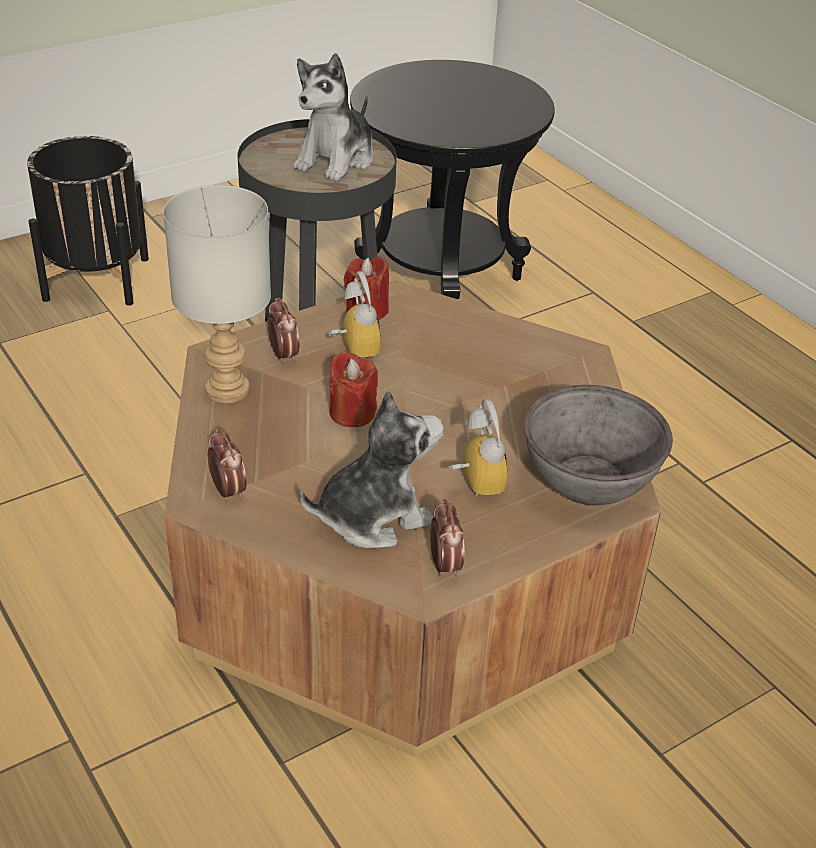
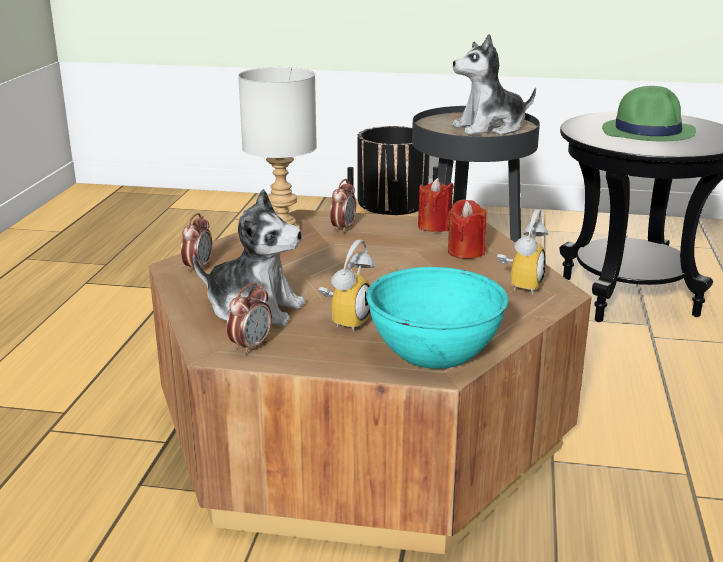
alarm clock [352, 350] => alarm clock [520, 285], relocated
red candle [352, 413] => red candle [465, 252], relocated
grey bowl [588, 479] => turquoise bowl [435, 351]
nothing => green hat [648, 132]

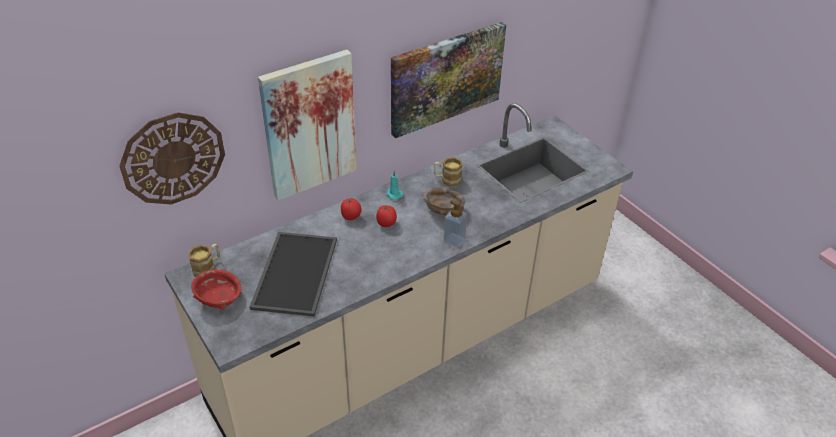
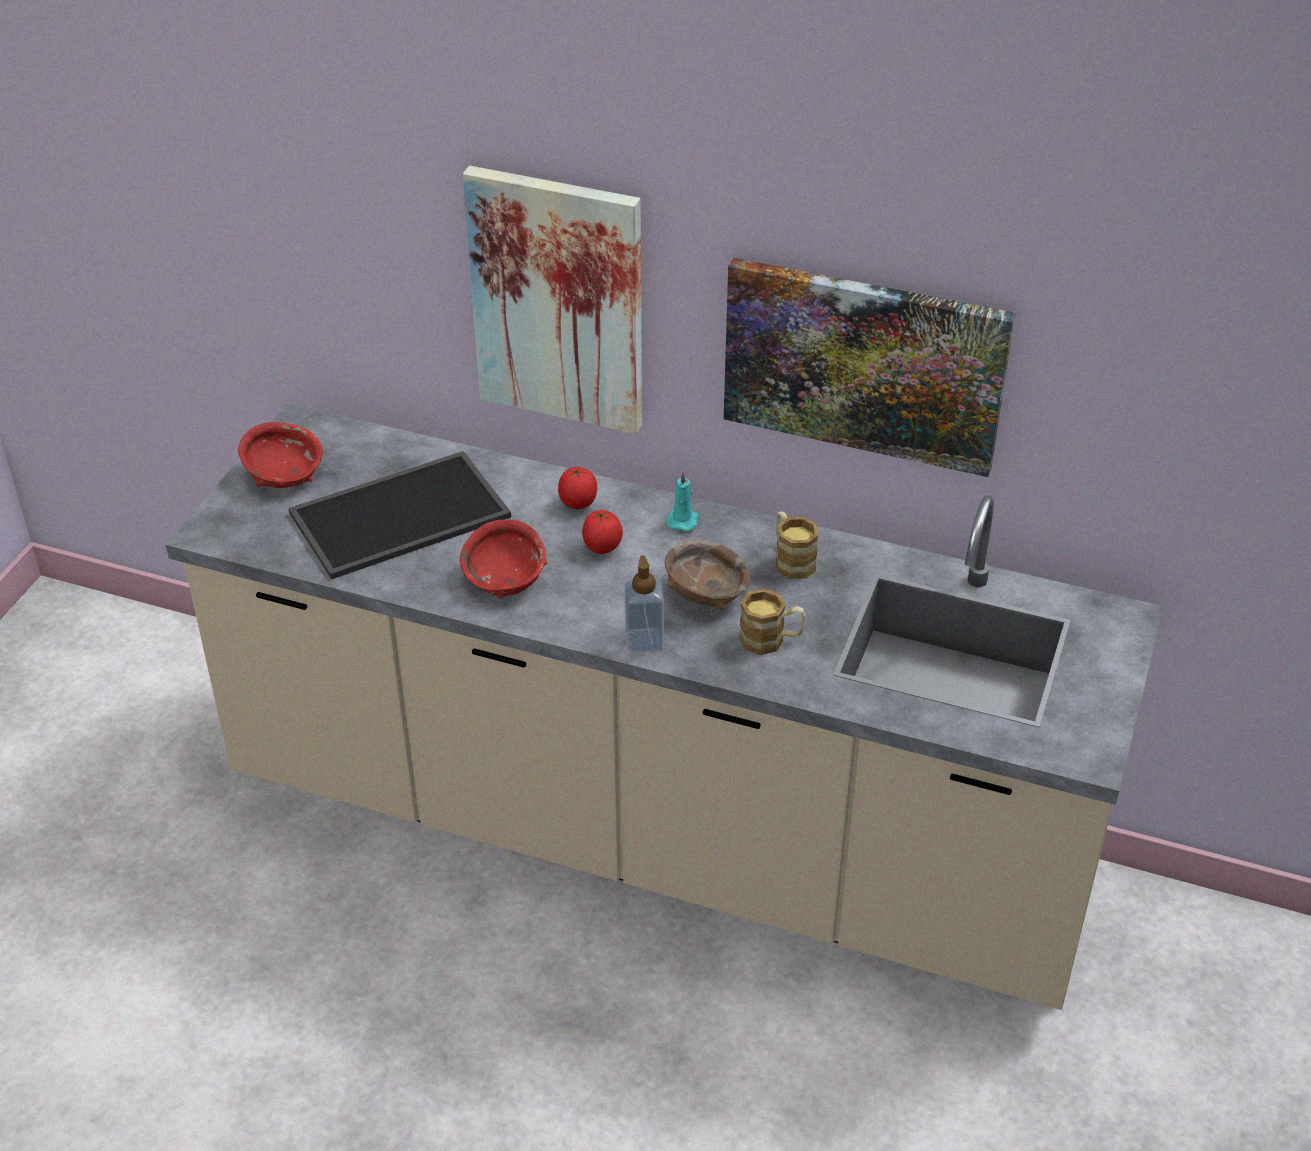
wall clock [173, 158] => nothing
mug [207, 267] => mug [771, 640], relocated
nothing => red bowl [504, 578]

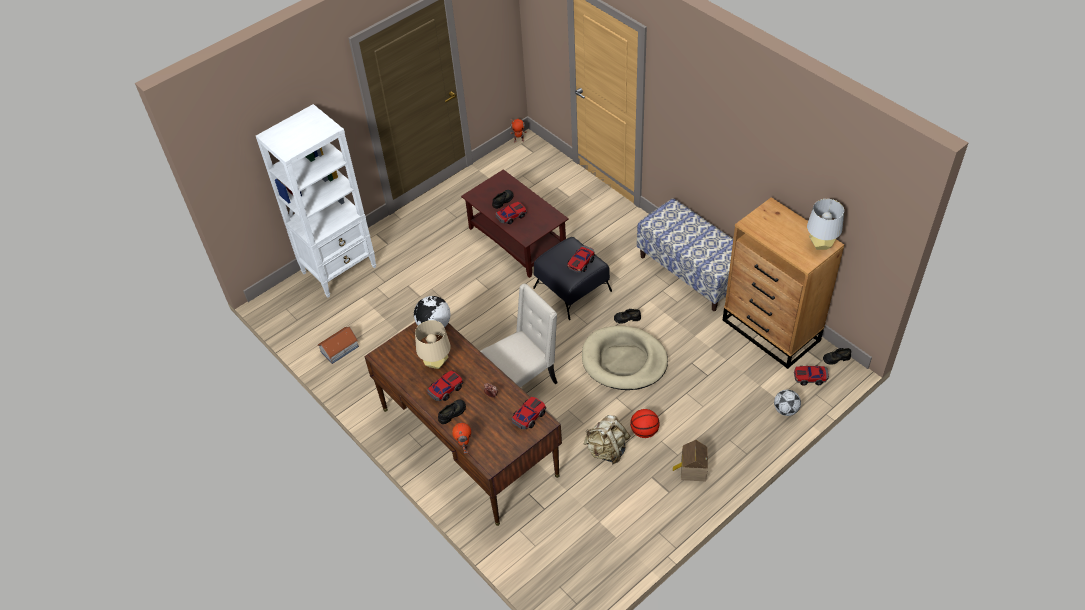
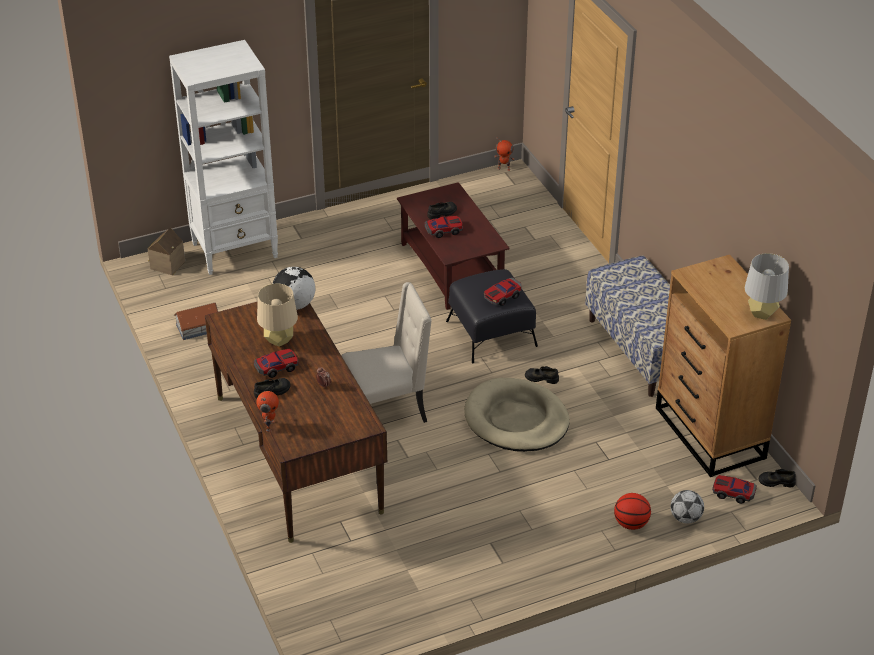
toy car [528, 416] => nothing
basketball [644, 431] => basketball [631, 524], relocated
beige backpack [607, 450] => nothing
toy house [691, 470] => toy house [166, 265], relocated

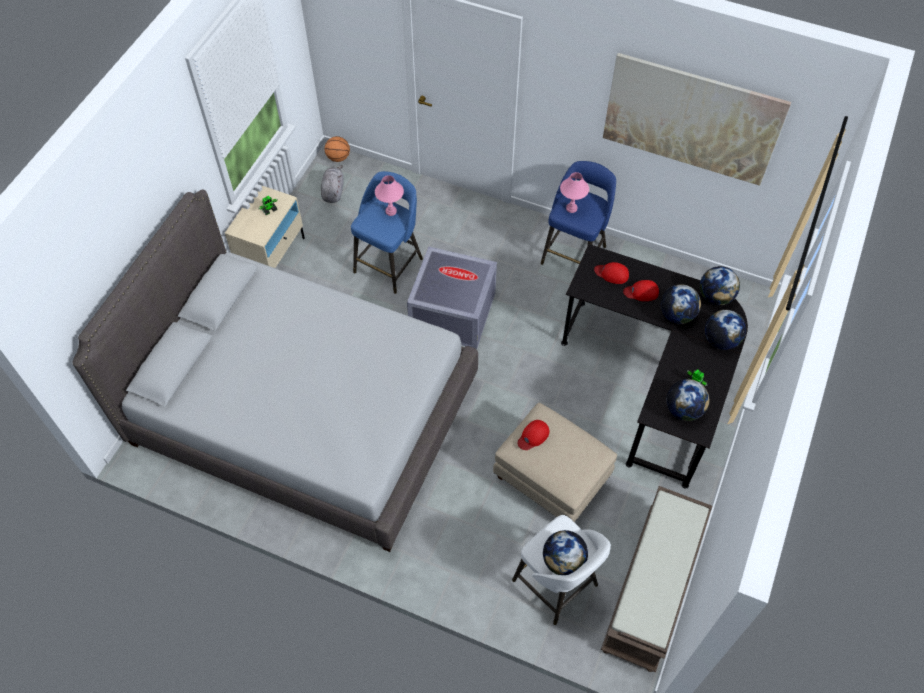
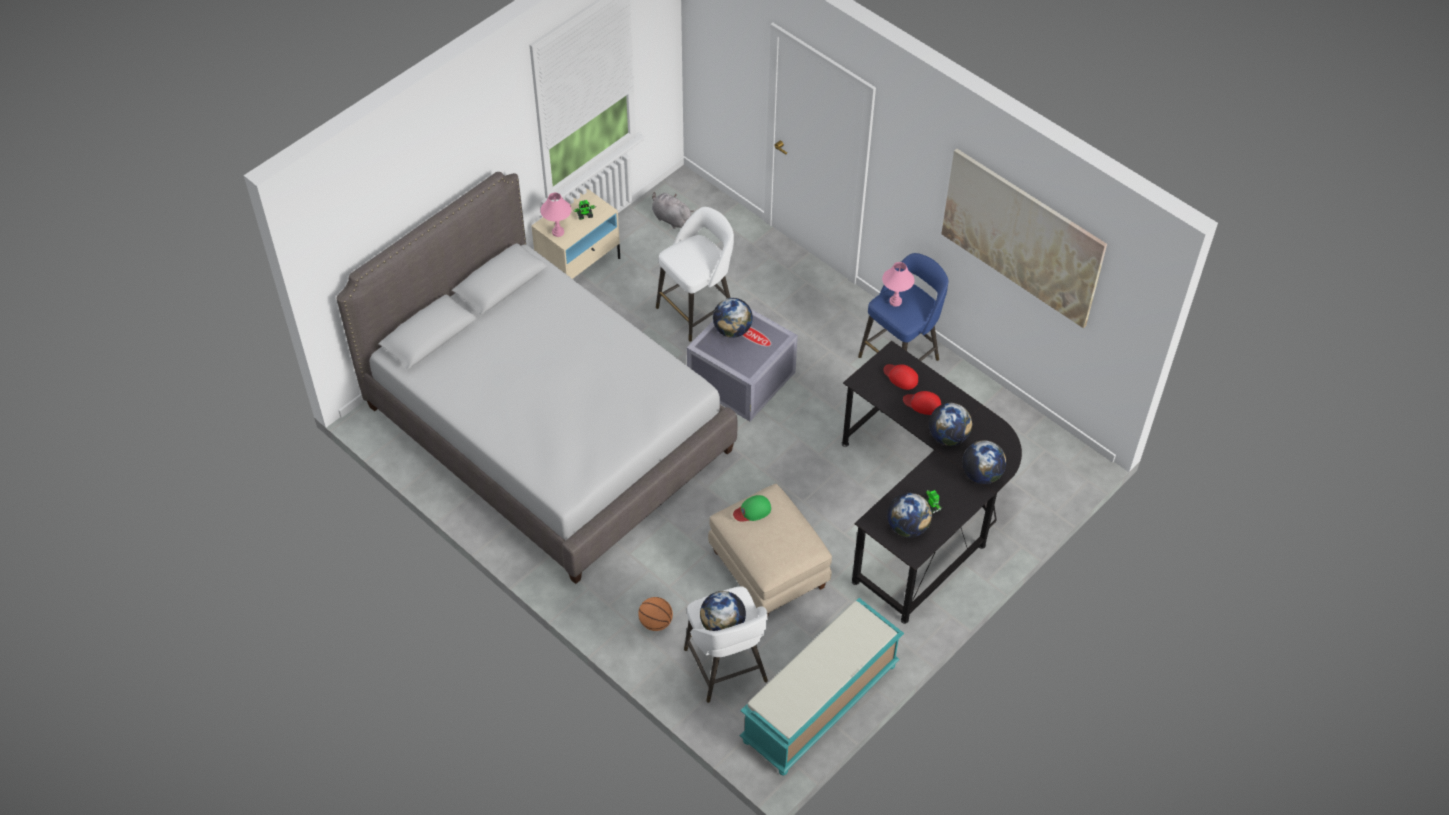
basketball [338, 157] => basketball [655, 622], relocated
grey plush toy [333, 191] => grey plush toy [670, 218], 75 degrees counterclockwise
blue stool [389, 264] => white stool [697, 310]
pink table lamp [391, 211] => pink table lamp [558, 232], relocated
globe [715, 296] => globe [732, 330], relocated
red cap [533, 436] => green cap [752, 510]
brown bench [652, 590] => turquoise bench [820, 704]

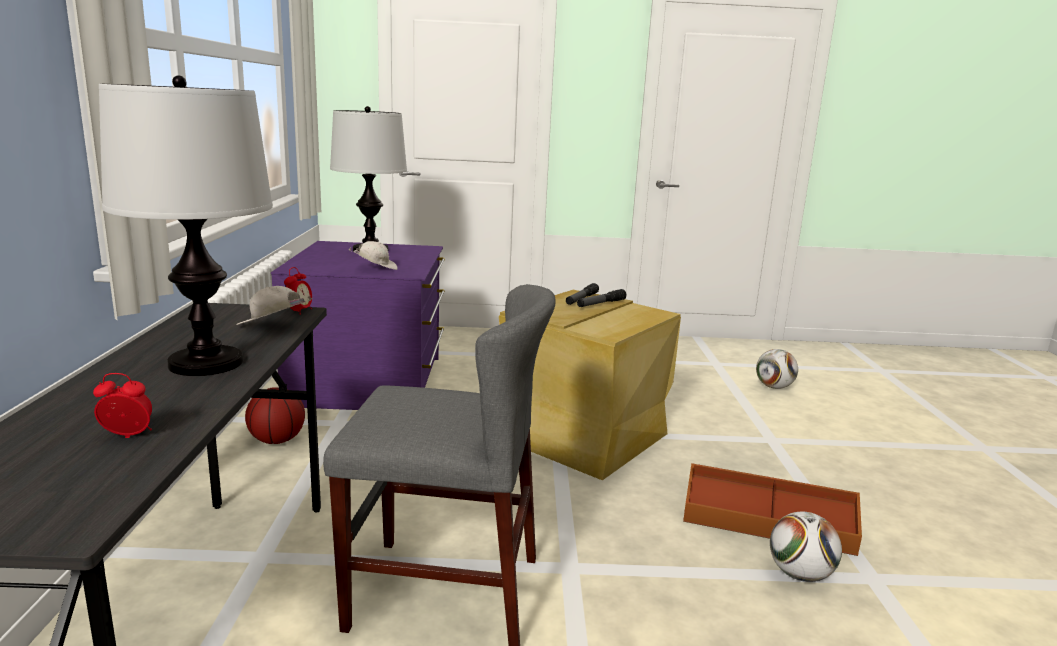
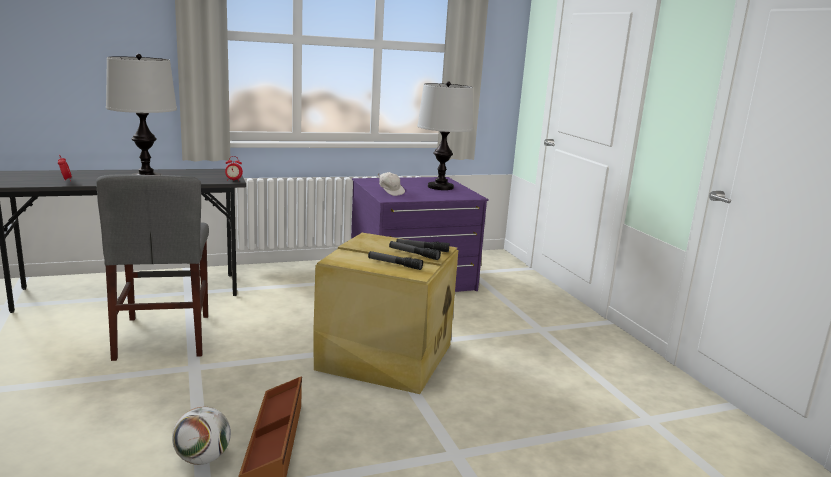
white cap [271, 327] => nothing
football [774, 387] => nothing
basketball [276, 440] => nothing
nothing => flashlight [394, 264]

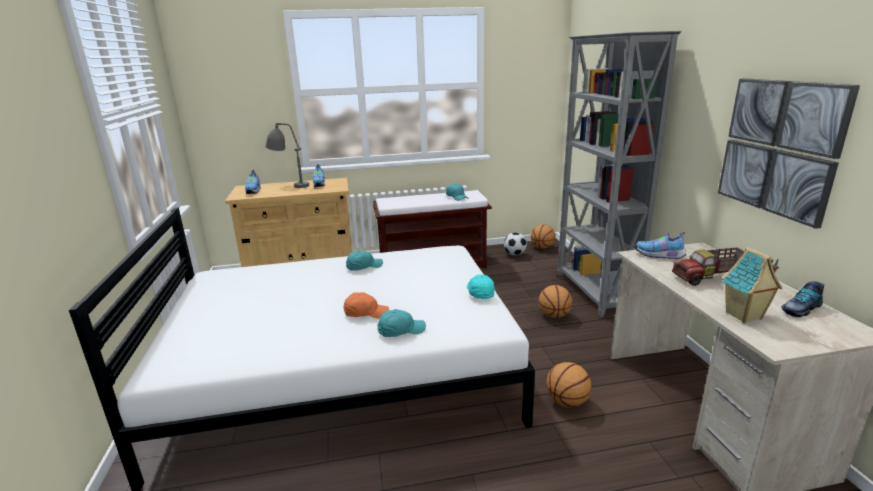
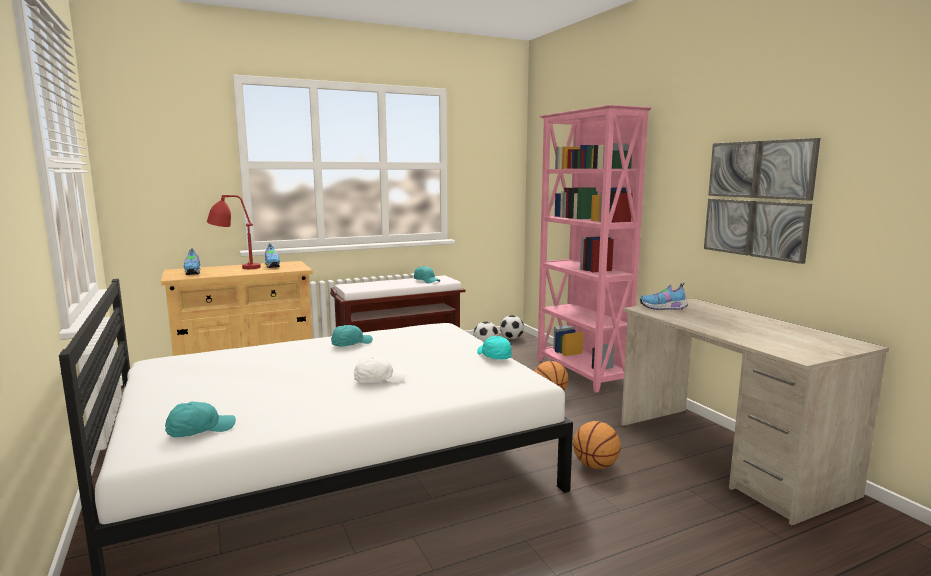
grey bookcase [594, 292] => pink bookcase [580, 372]
grey table lamp [289, 184] => red table lamp [234, 267]
basketball [542, 247] => football [511, 338]
toy truck [710, 278] => nothing
toy house [744, 316] => nothing
shoe [800, 308] => nothing
orange cap [366, 313] => white cap [378, 380]
turquoise cap [400, 330] => turquoise cap [200, 430], relocated

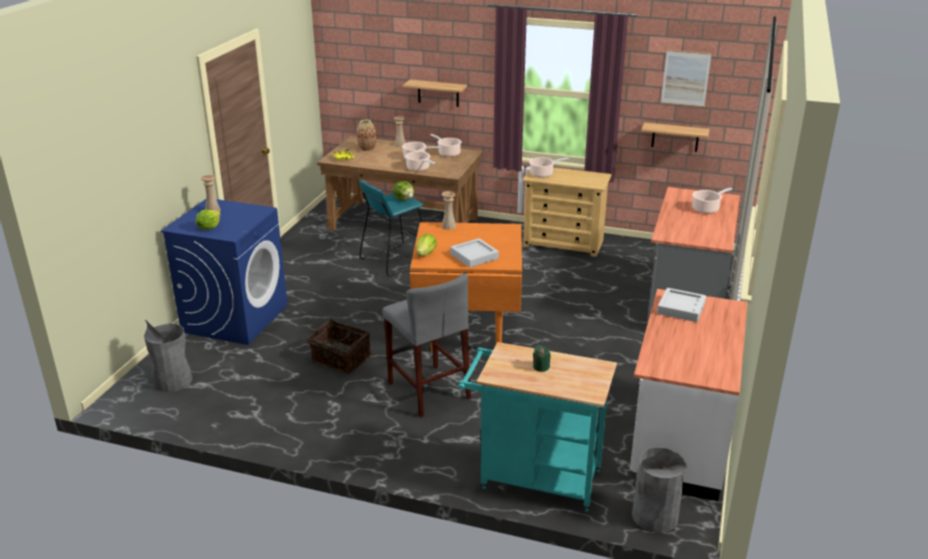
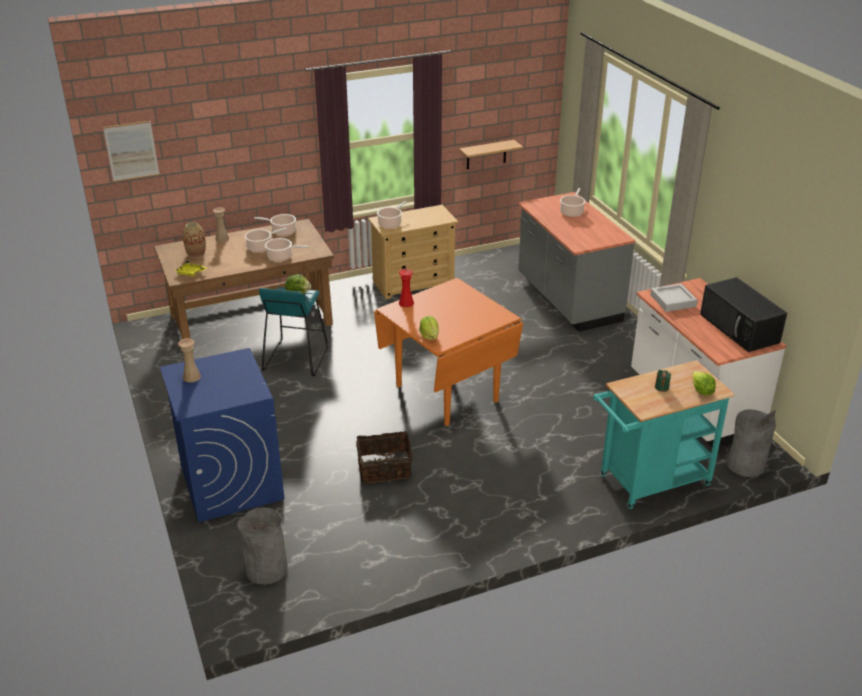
picture [685, 78] => picture [131, 151], relocated
shelf [438, 93] => nothing
beige vase [448, 226] => red vase [406, 303]
lettuce [209, 227] => lettuce [701, 391], relocated
grey tray [474, 256] => nothing
grey stool [429, 390] => nothing
nothing => black microwave [740, 329]

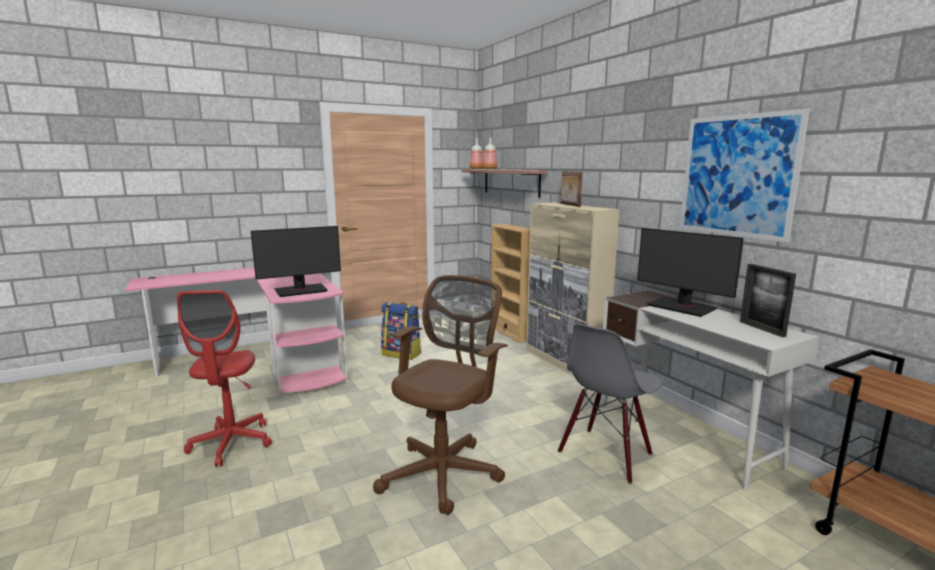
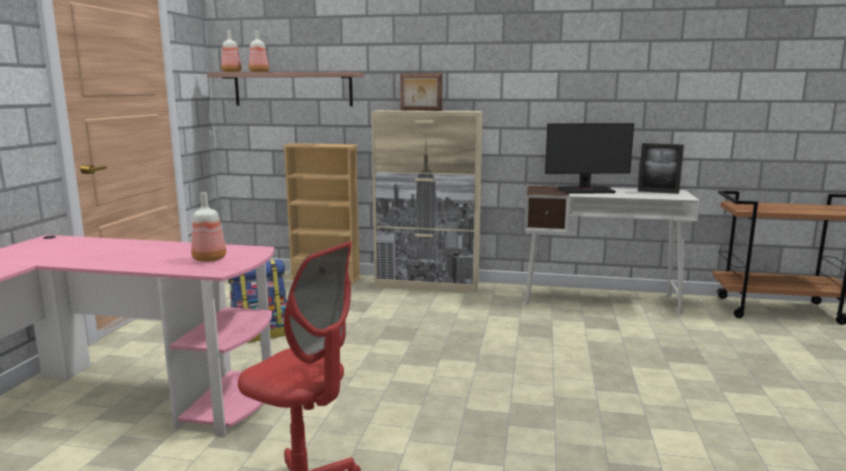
picture [737, 176] => nothing
monitor [300, 290] => bottle [209, 259]
brown office chair [445, 472] => nothing
grey chair [605, 454] => nothing

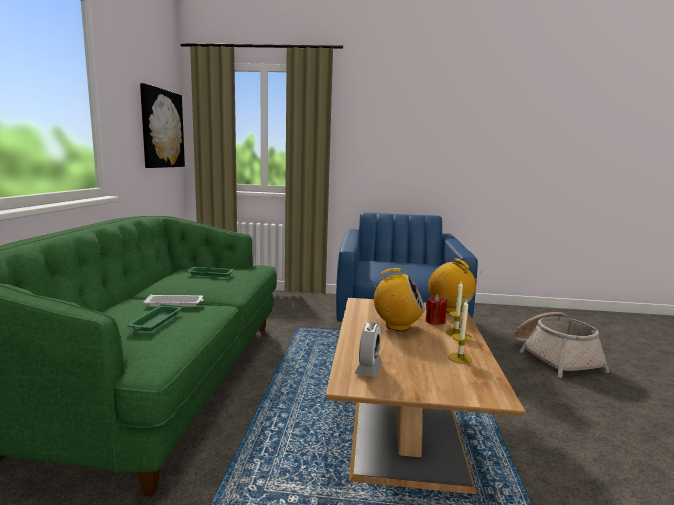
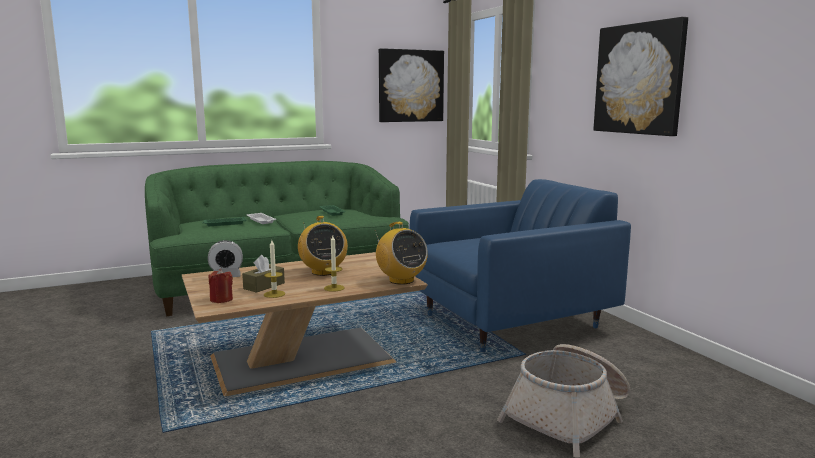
radio [449, 309] => radio [401, 280], 120 degrees clockwise
red candle [435, 321] => red candle [221, 299], relocated
nothing => picture [639, 79]
nothing => brown tissue box [264, 286]

